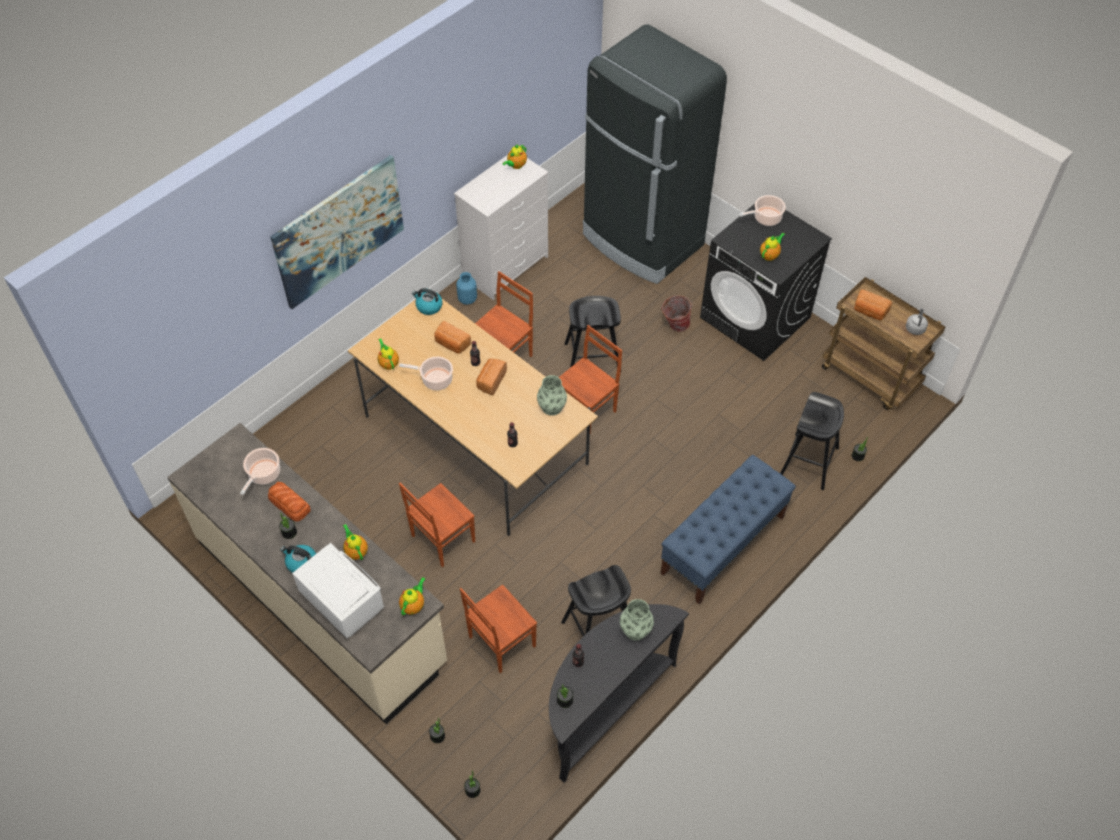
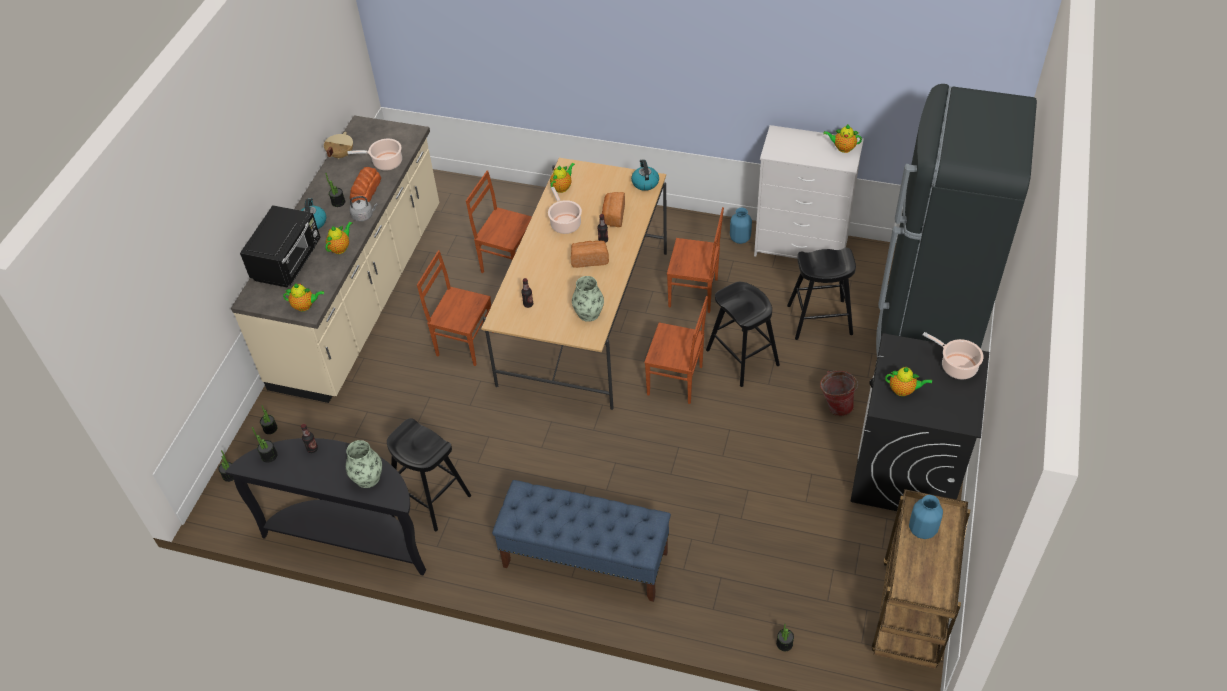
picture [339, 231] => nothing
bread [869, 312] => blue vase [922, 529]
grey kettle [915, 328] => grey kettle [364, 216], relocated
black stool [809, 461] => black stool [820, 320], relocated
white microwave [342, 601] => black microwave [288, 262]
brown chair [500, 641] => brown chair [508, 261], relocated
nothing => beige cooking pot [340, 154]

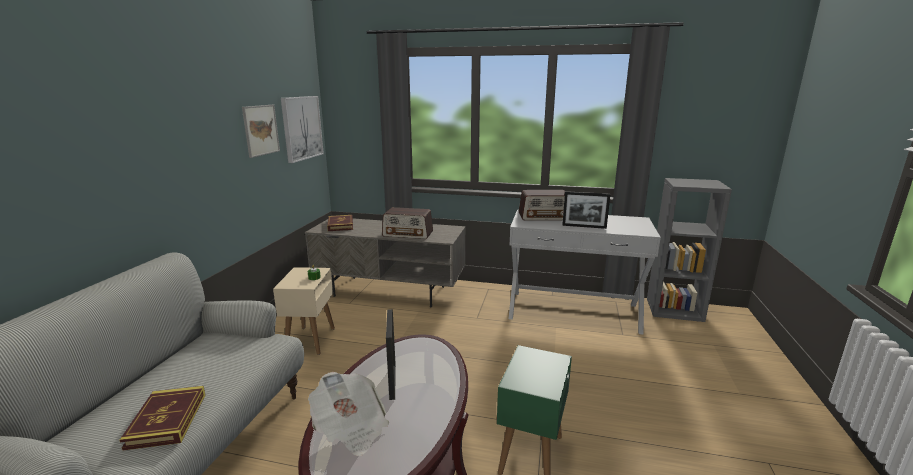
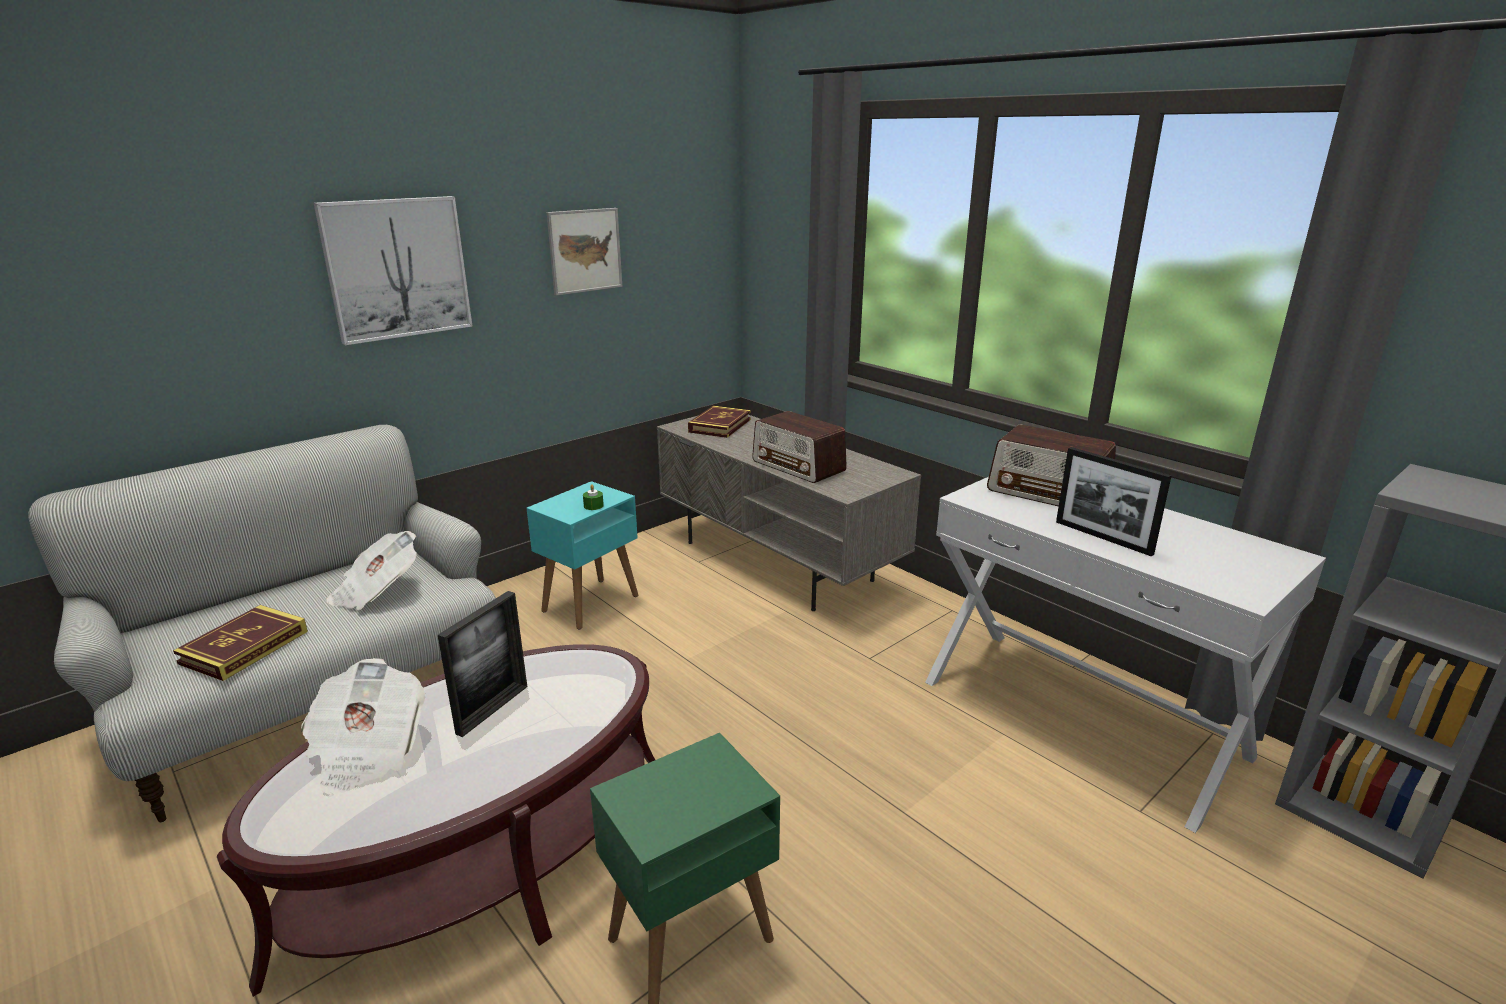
picture [301, 128] => picture [397, 268], relocated
beige side table [310, 341] => turquoise side table [590, 604]
nothing => newspaper [376, 592]

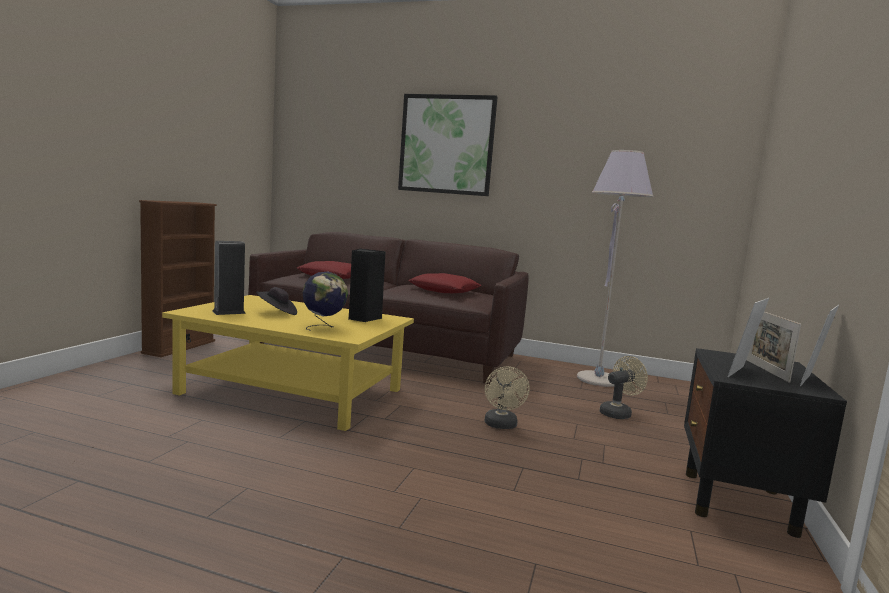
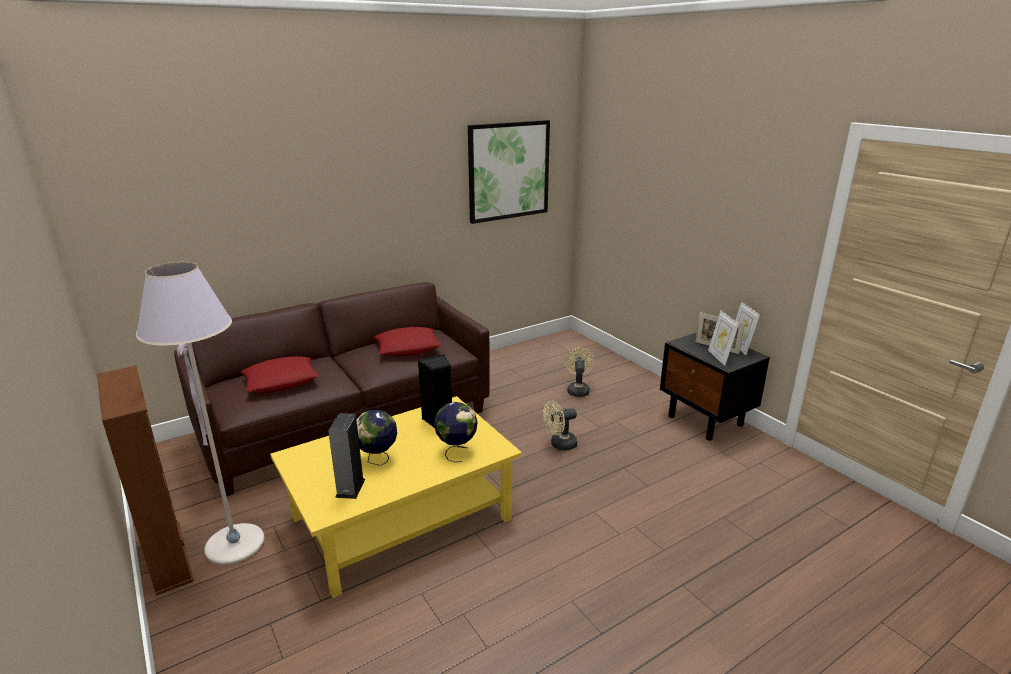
picture [446, 144] => picture [508, 171], relocated
grey floor lamp [598, 380] => grey floor lamp [235, 545], relocated
black hat [277, 313] => globe [377, 460]
beige fan [501, 426] => beige fan [559, 445], 120 degrees clockwise

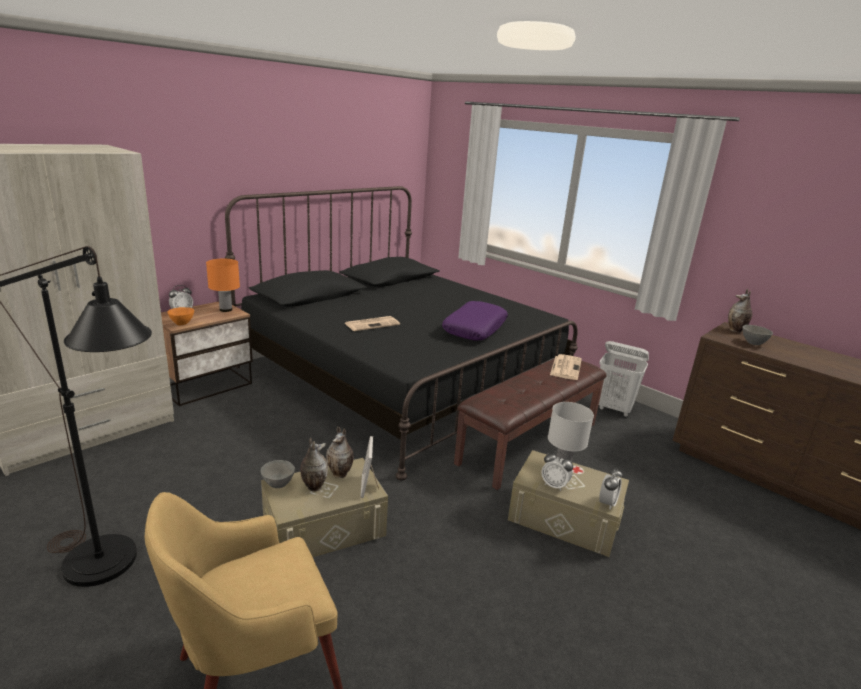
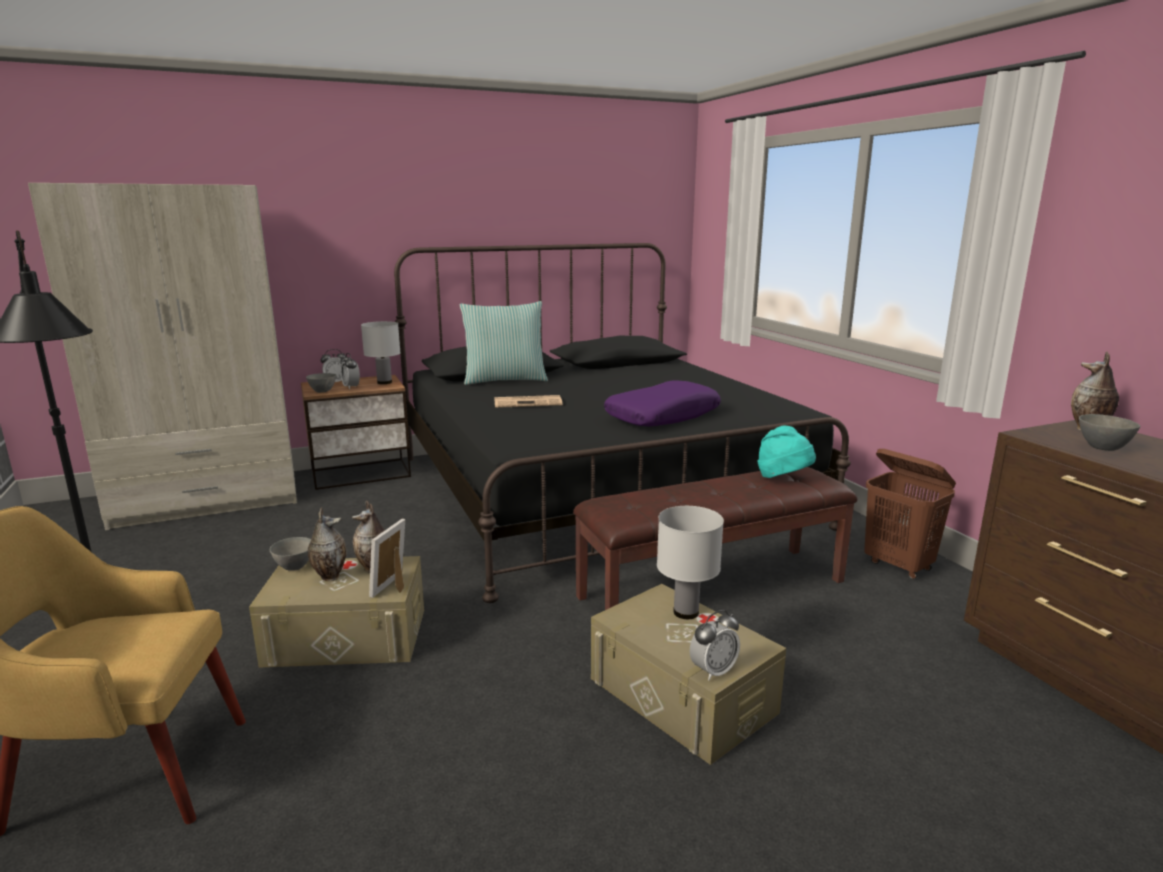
orange table lamp [226, 310] => white table lamp [385, 382]
orange bowl [182, 323] => grey bowl [323, 391]
white laundry basket [614, 409] => brown laundry basket [899, 566]
newspaper [565, 367] => turquoise hat [783, 478]
alarm clock [554, 485] => alarm clock [351, 387], relocated
nothing => pillow [505, 380]

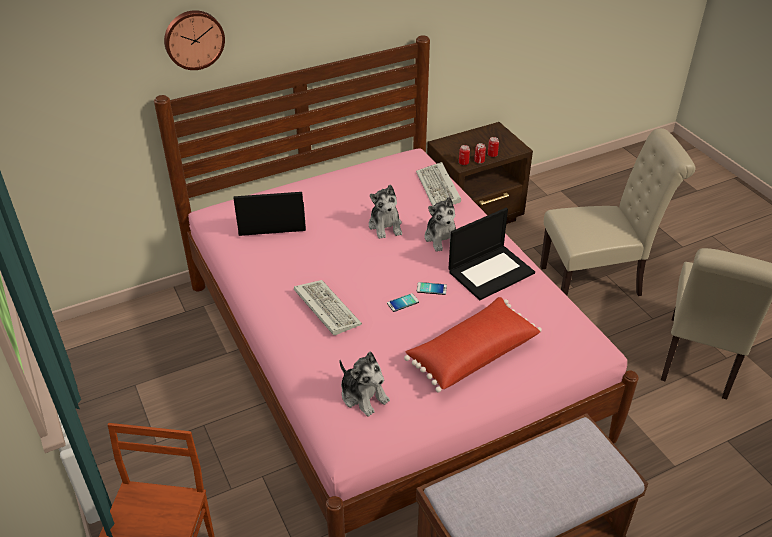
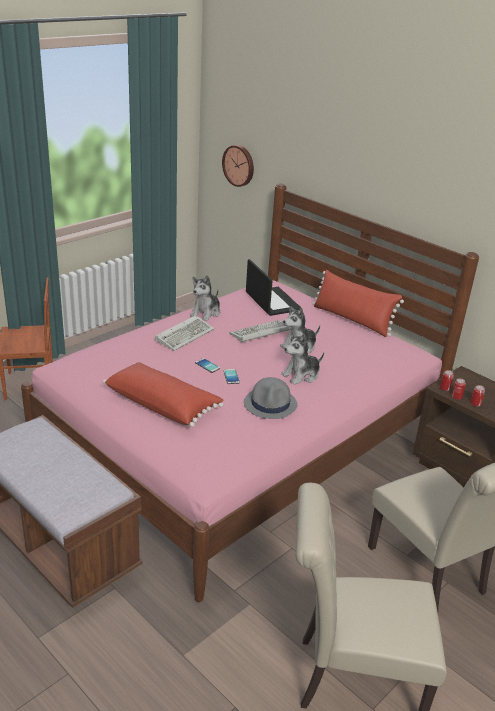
wall clock [193, 39] => wall clock [239, 165], relocated
keyboard [439, 189] => keyboard [260, 333], relocated
laptop [491, 271] => grey hat [270, 404]
plush toy [363, 396] => plush toy [206, 313], relocated
nothing => red pillow [352, 320]

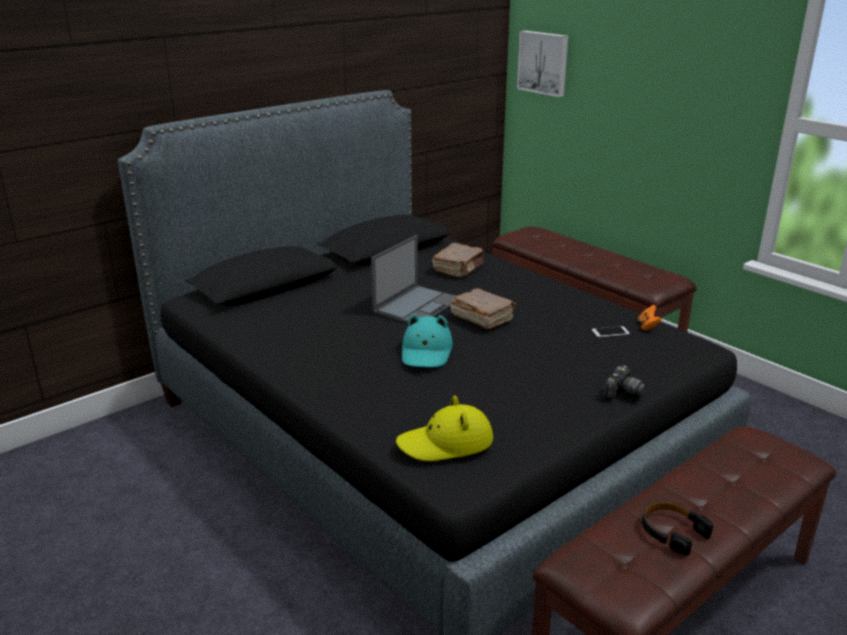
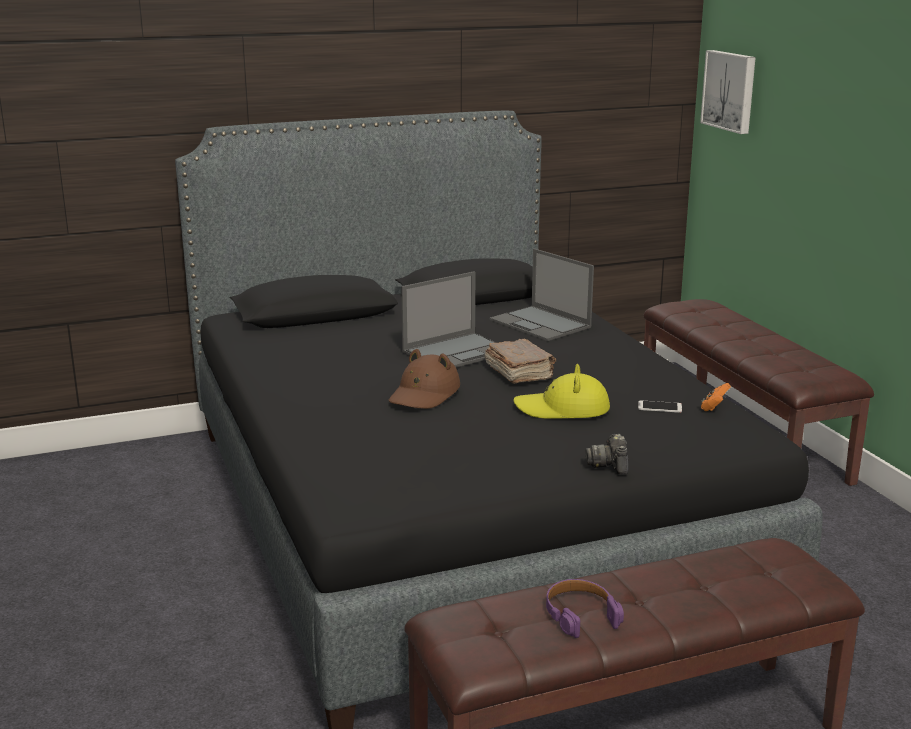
brown book [459, 269] => laptop [541, 324]
turquoise hat [426, 351] => brown hat [424, 394]
photo camera [622, 393] => photo camera [609, 465], 120 degrees clockwise
yellow hat [446, 443] => yellow hat [562, 409], relocated
black headphones [672, 532] => purple headphones [580, 615]

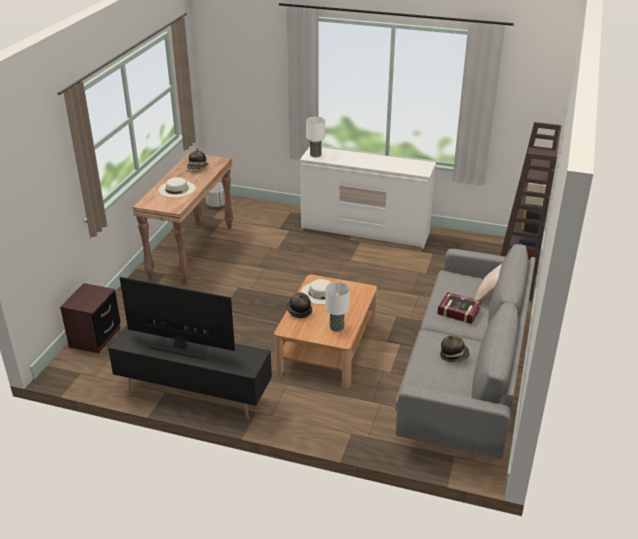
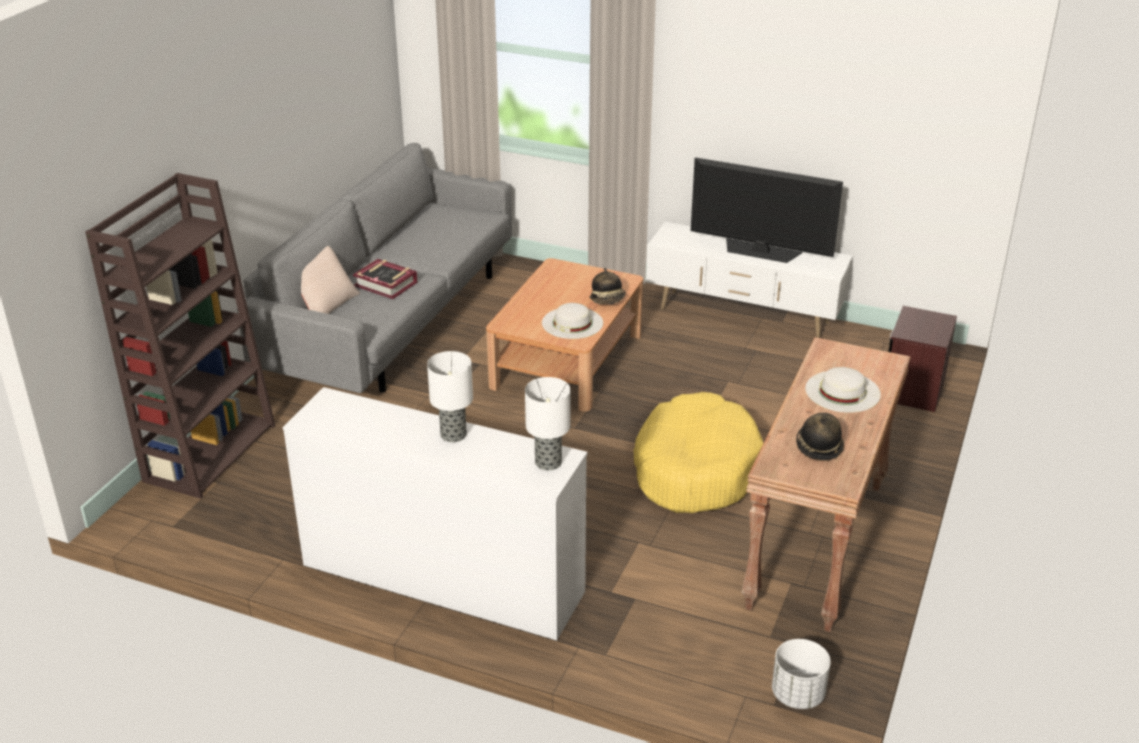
table lamp [336, 327] => table lamp [454, 435], relocated
black tv stand [194, 395] => white tv stand [744, 317]
hat [454, 355] => nothing
nothing => yellow dog bed [695, 469]

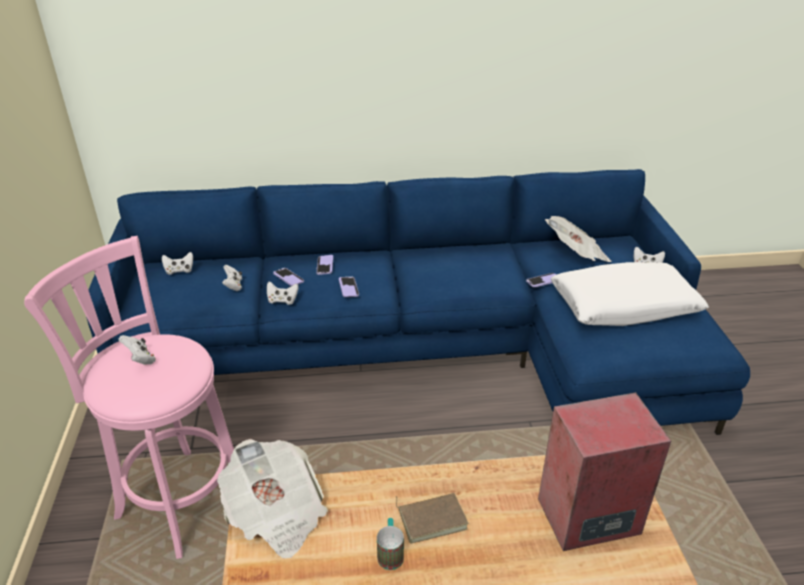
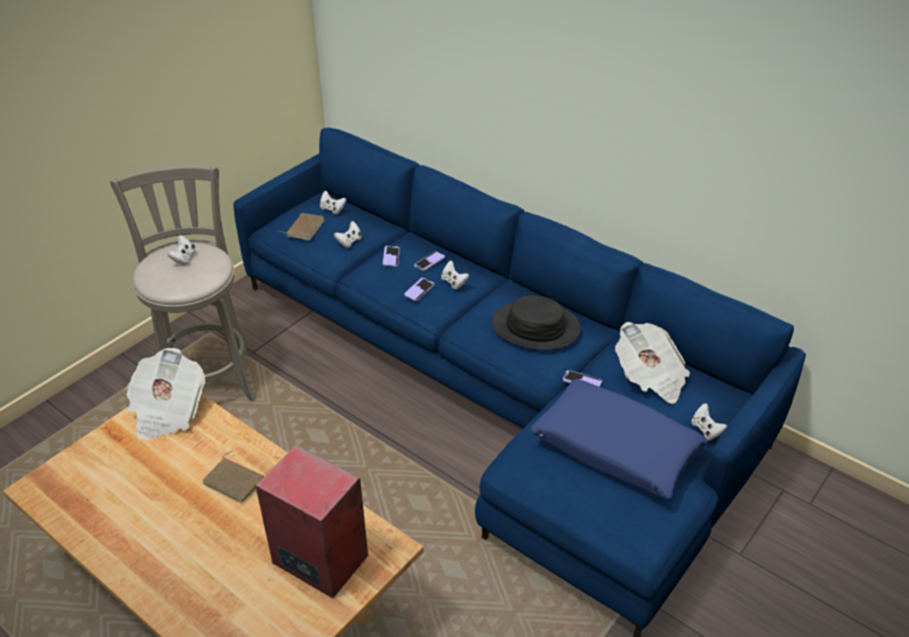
pink stool [178, 497] => grey stool [210, 379]
white pillow [624, 306] => blue pillow [615, 448]
white game controller [282, 300] => white game controller [454, 282], relocated
mug [390, 552] => nothing
nothing => brown book [304, 228]
nothing => black hat [535, 327]

